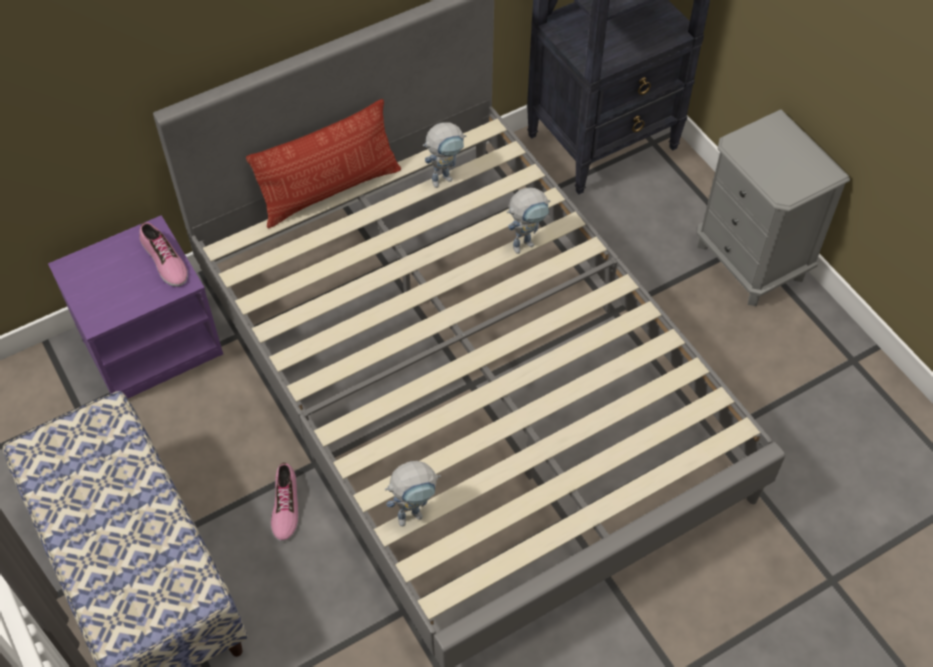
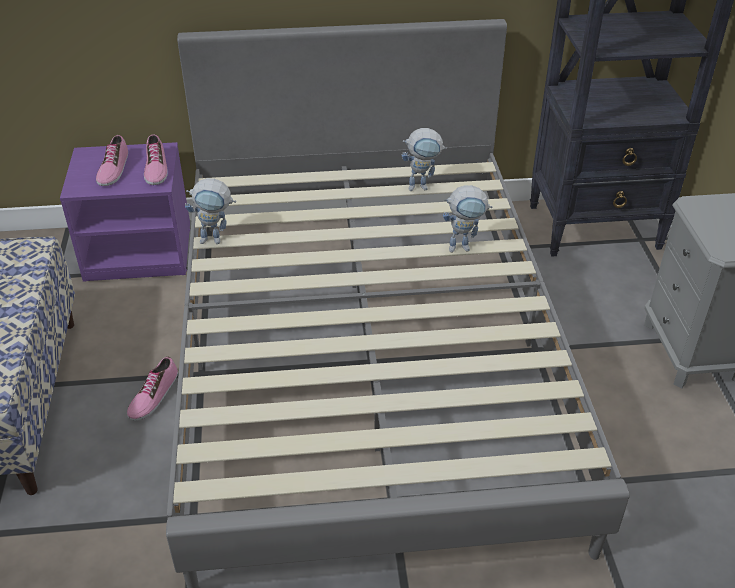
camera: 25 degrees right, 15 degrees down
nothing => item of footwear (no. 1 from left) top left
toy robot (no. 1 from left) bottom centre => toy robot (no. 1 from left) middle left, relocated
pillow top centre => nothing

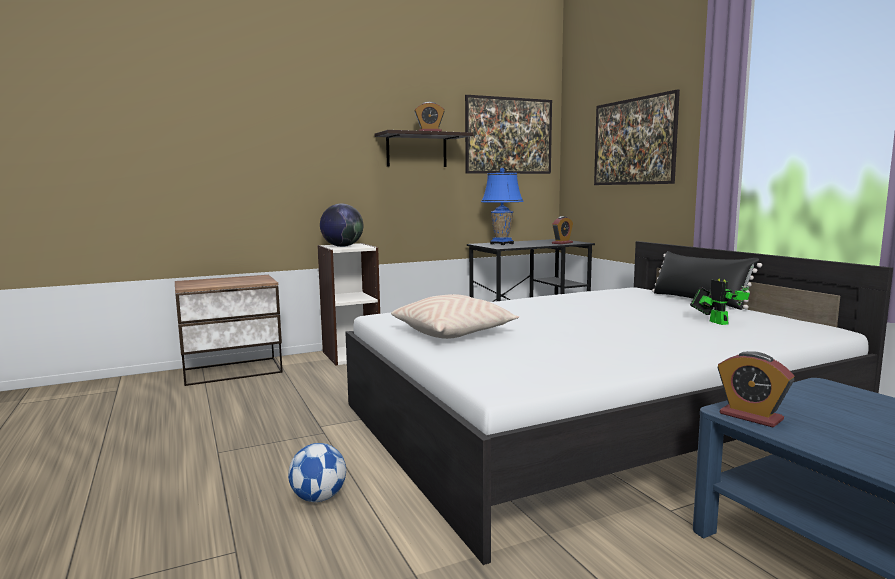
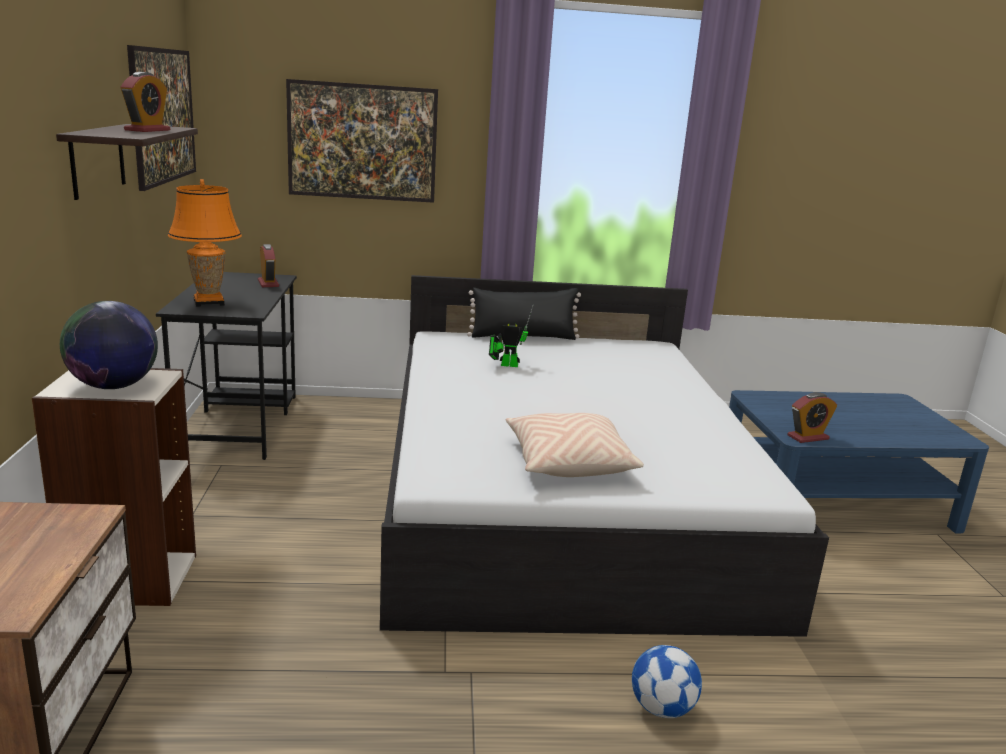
camera: 70 degrees left, 10 degrees up
blue table lamp centre => orange-coloured table lamp top left
toy robot middle right => toy robot centre, relocated

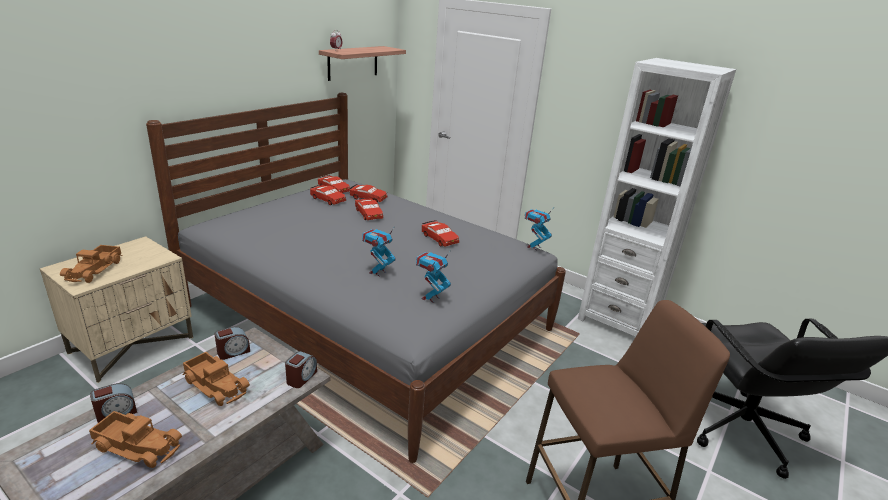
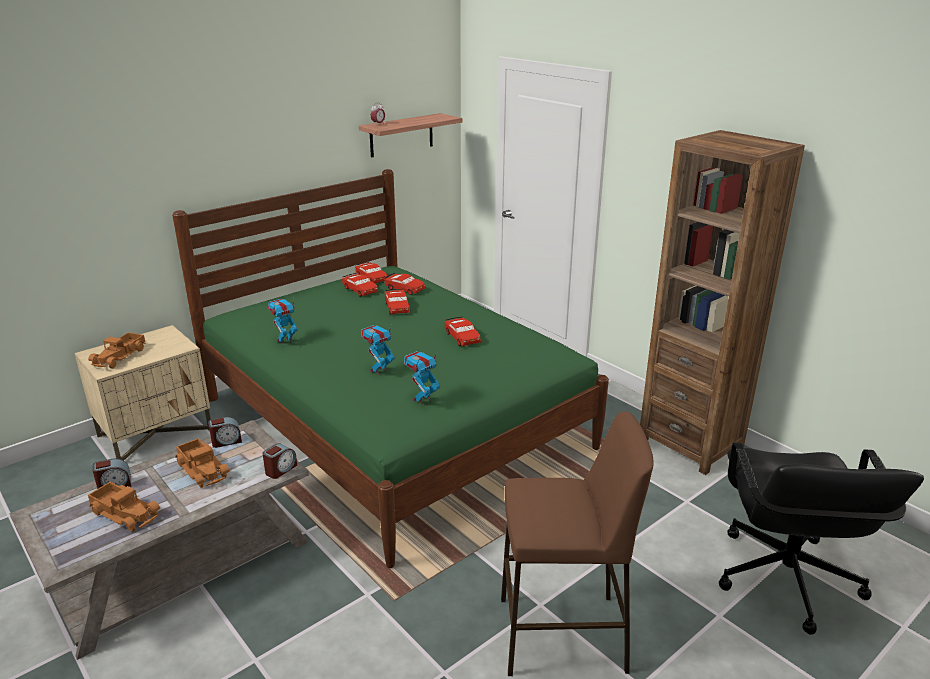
camera: 15 degrees right, 0 degrees up
greyish sleeping bed centre => green sleeping bed centre
toy robot (no. 3 from left in the first image) centre => toy robot (no. 1 from left) middle left, relocated
whitish shelving unit middle right => brownish shelving unit middle right

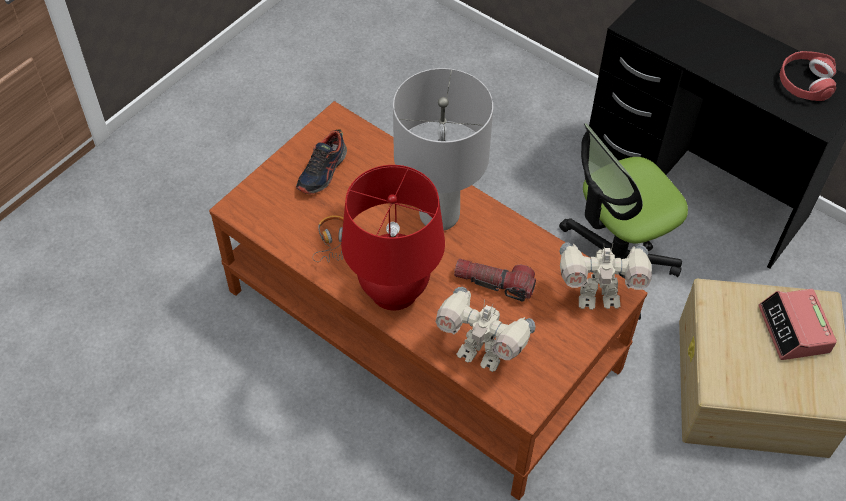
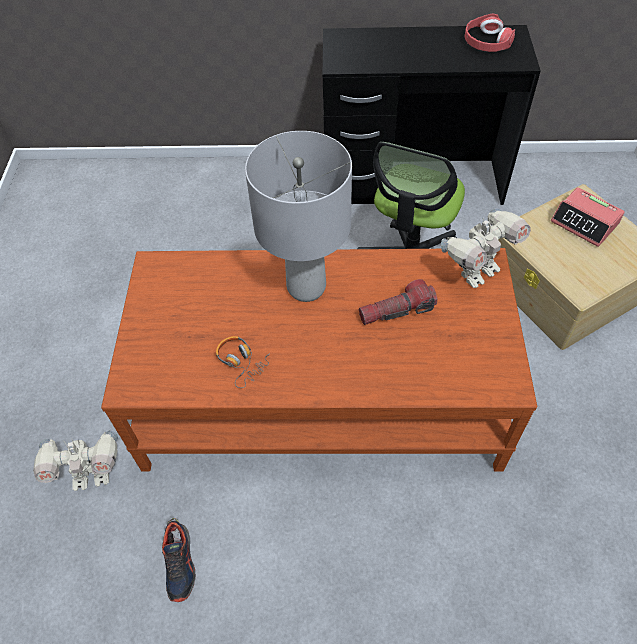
camera: 35 degrees left, 0 degrees up
toy robot (no. 1 from left) centre => toy robot (no. 1 from left) bottom left, relocated
item of footwear top centre => item of footwear bottom left, relocated
red-coloured table lamp centre => nothing

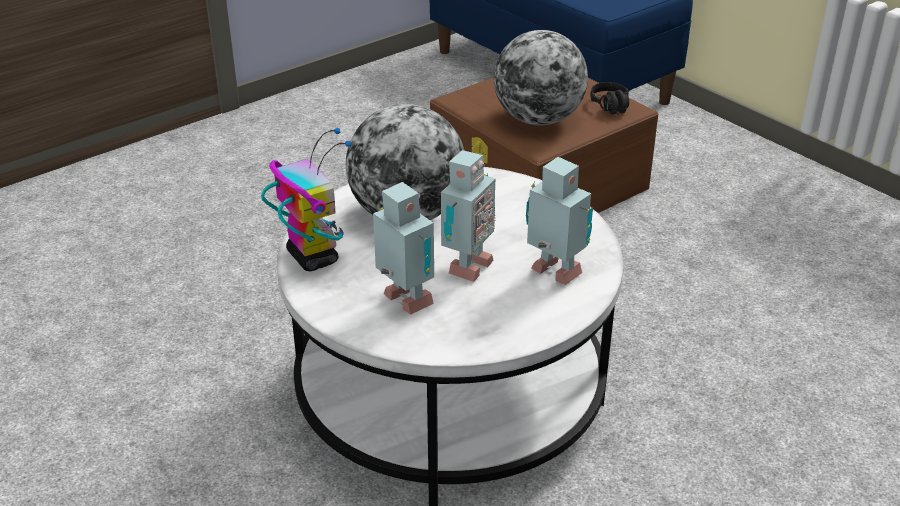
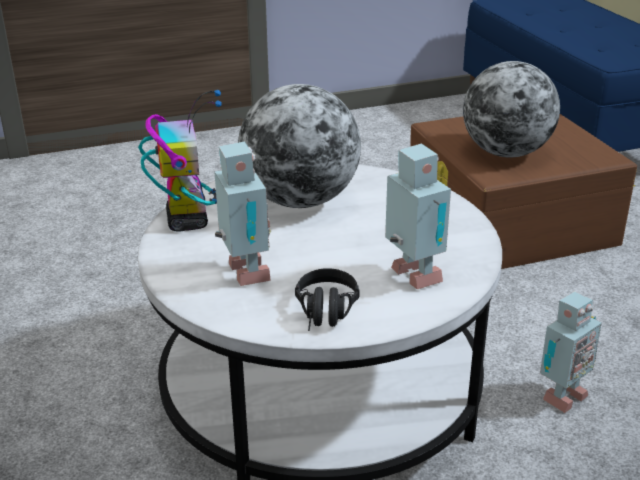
camera: 20 degrees right, 5 degrees down
black headphones top right => black headphones centre, relocated
toy robot (no. 3 from left in the first image) centre => toy robot (no. 4 from left) bottom right, relocated

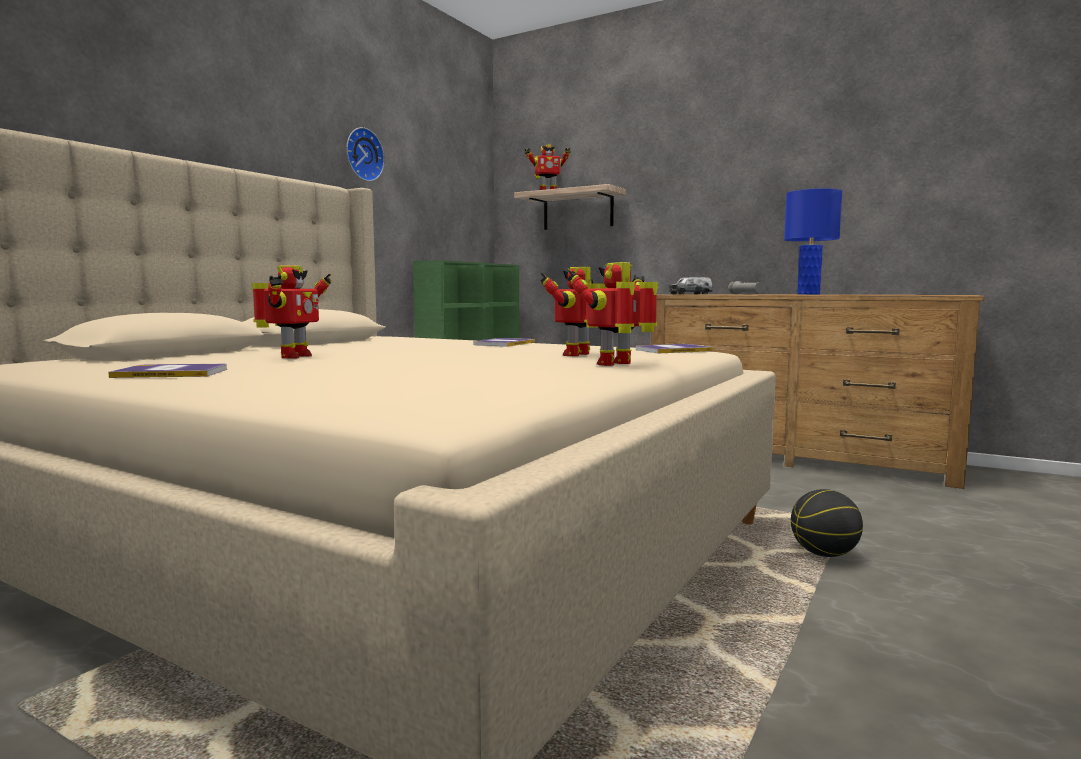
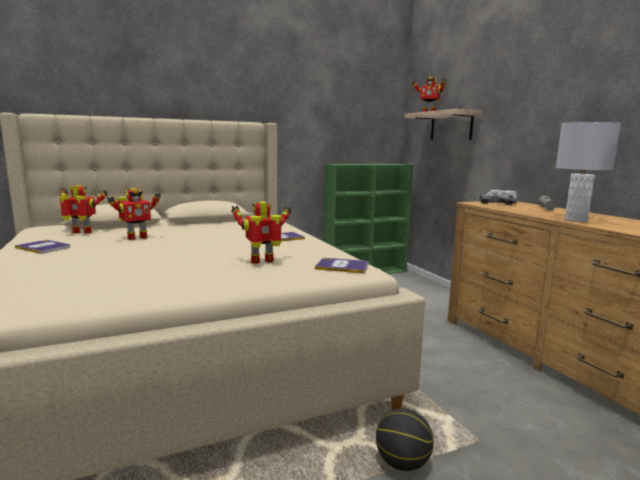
camera: 35 degrees right, 5 degrees up
toy robot (no. 4 from left in the first image) centre => toy robot (no. 1 from left) middle left, relocated
blue table lamp top right => greyish table lamp middle right
clock on the wall top centre => nothing

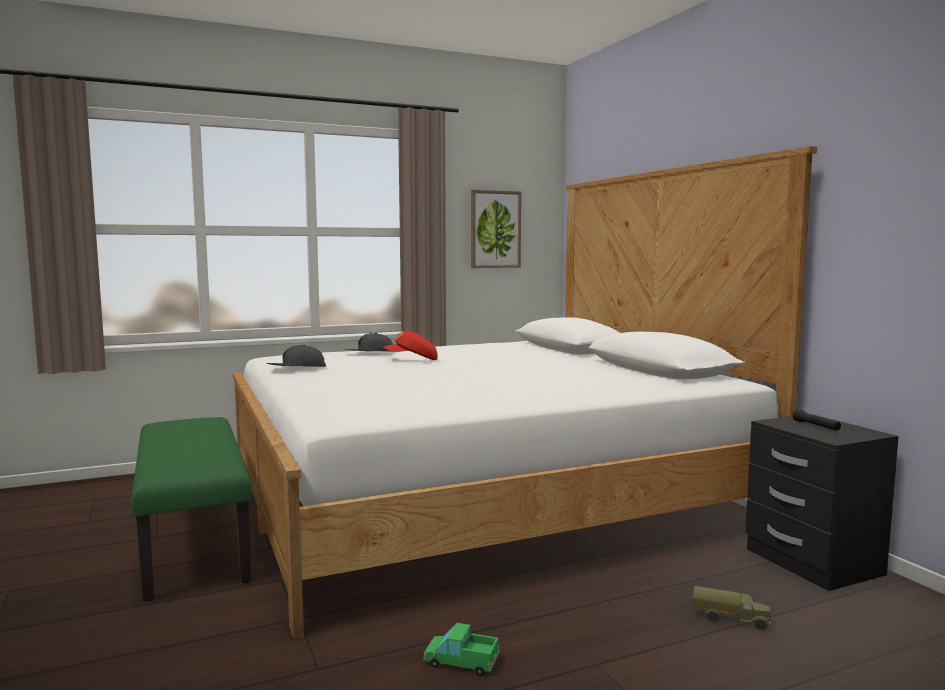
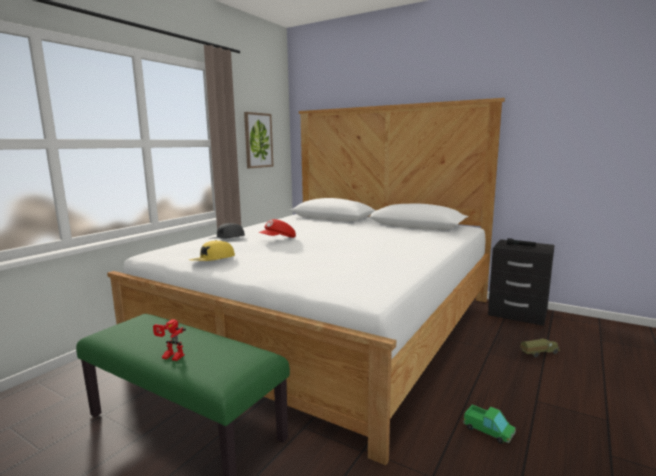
camera: 35 degrees left, 5 degrees up
nothing => toy robot bottom left
greyish peaked cap (no. 1 from left) middle left => yellow peaked cap middle left
toy lorry (no. 1 from left) bottom centre => toy lorry (no. 1 from left) bottom right, 120 degrees counterclockwise

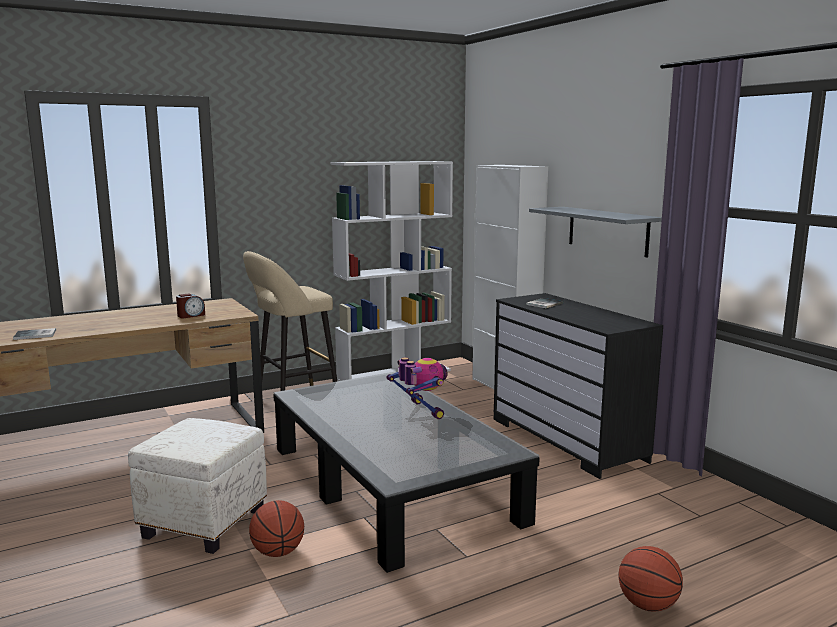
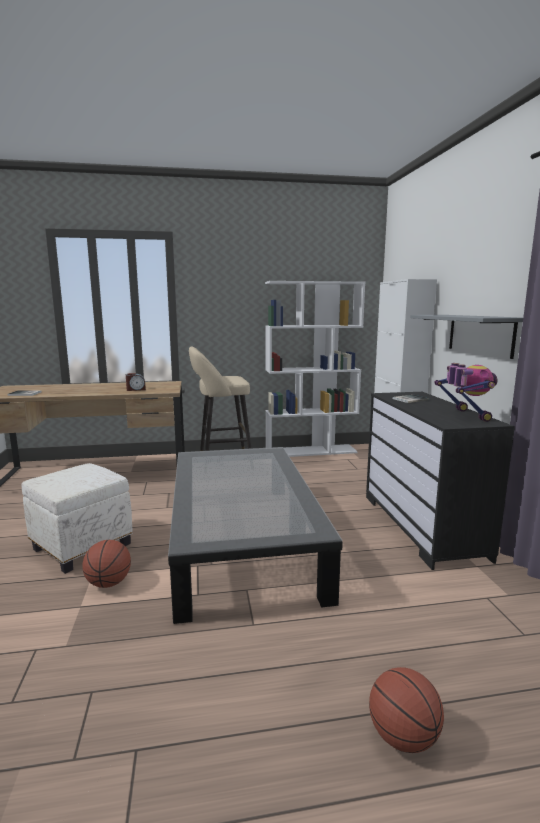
camera: 20 degrees right, 0 degrees up
toy robot centre => toy robot middle right, relocated

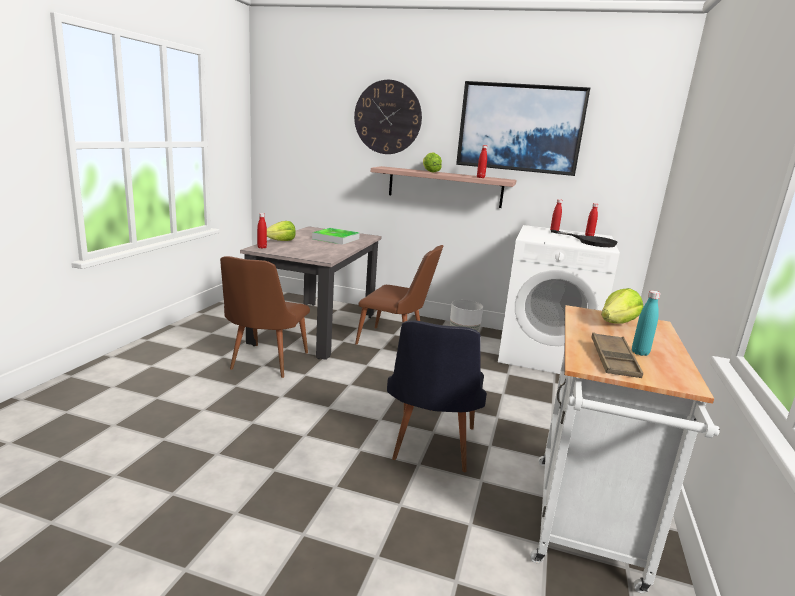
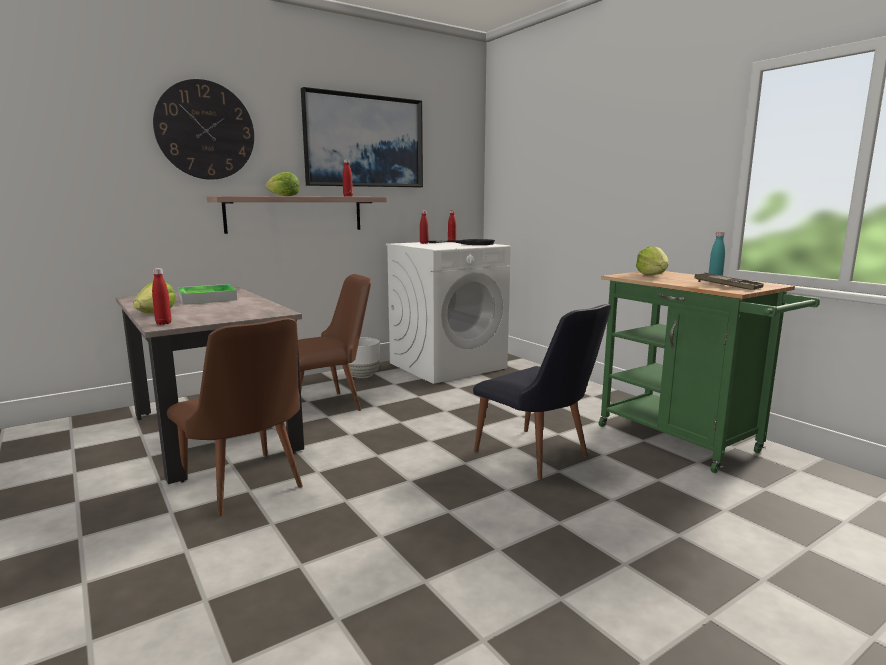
camera: 50 degrees left, 5 degrees down
whitish cart bottom right => green cart middle right

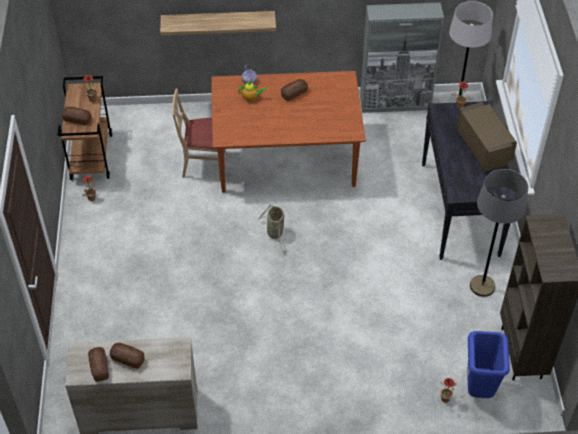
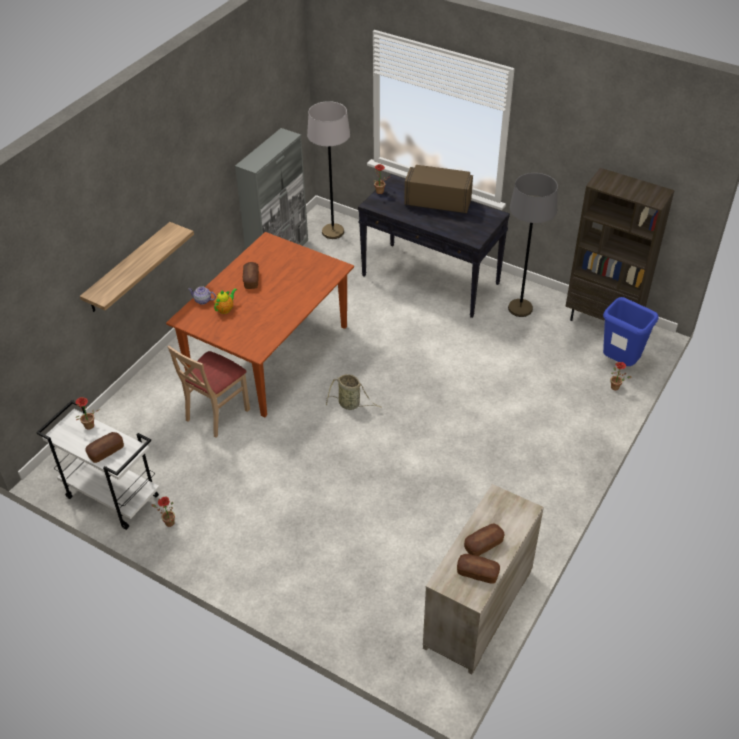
camera: 55 degrees left, 5 degrees down
brownish cart top left => whitish cart middle left

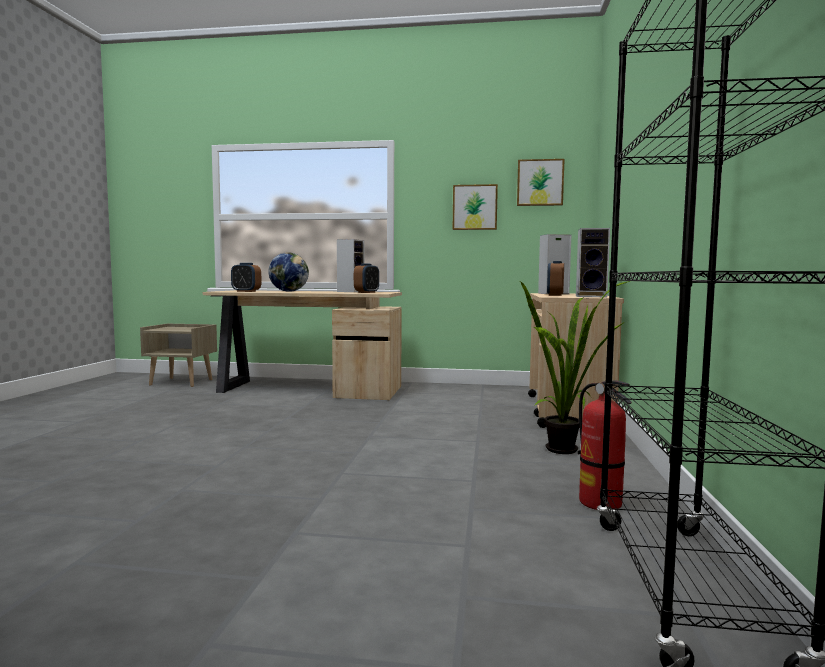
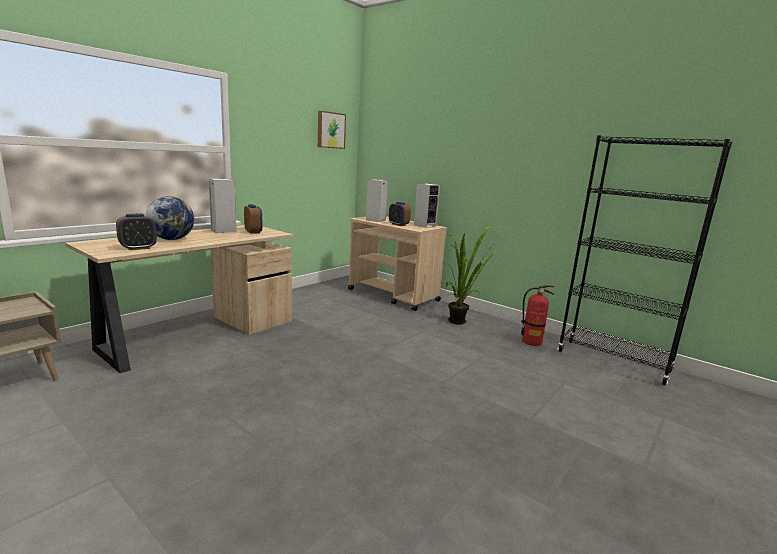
camera: 60 degrees left, 10 degrees up
picture (no. 1 from left) top centre => nothing

